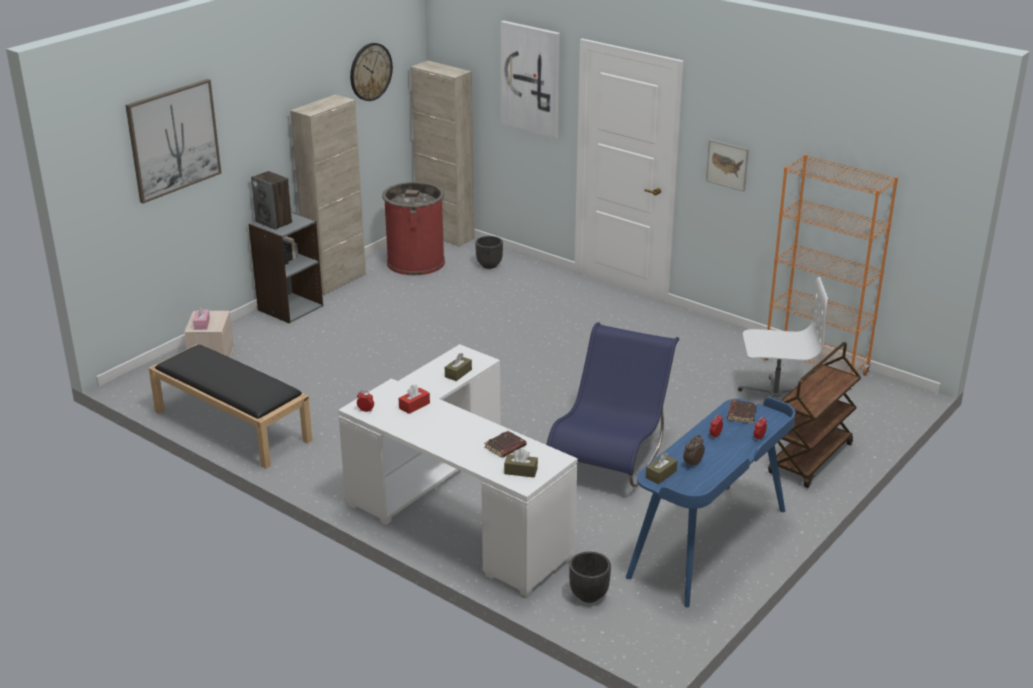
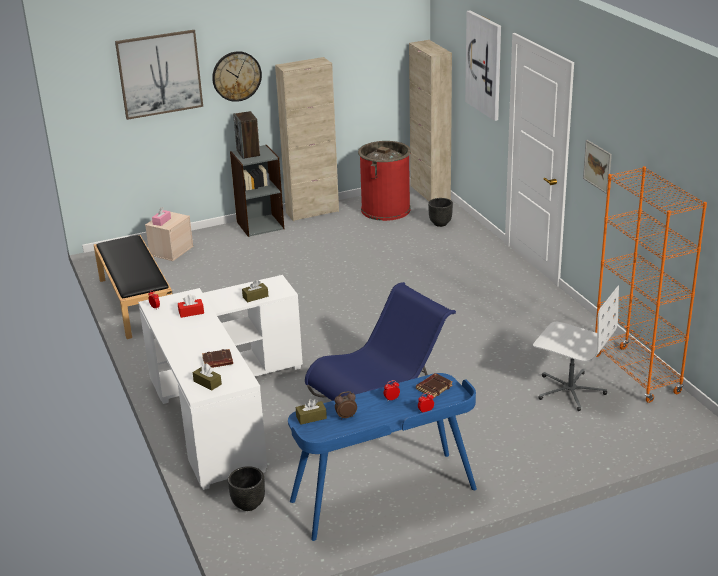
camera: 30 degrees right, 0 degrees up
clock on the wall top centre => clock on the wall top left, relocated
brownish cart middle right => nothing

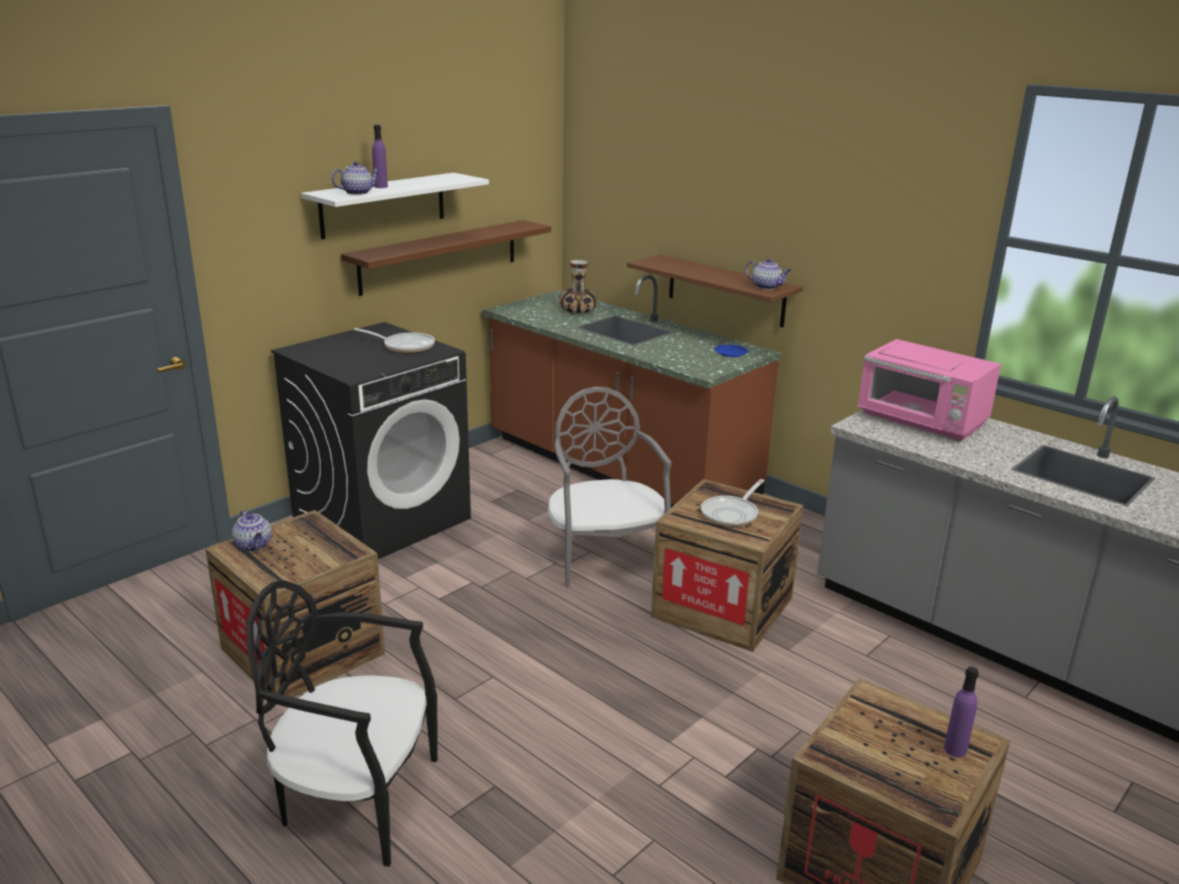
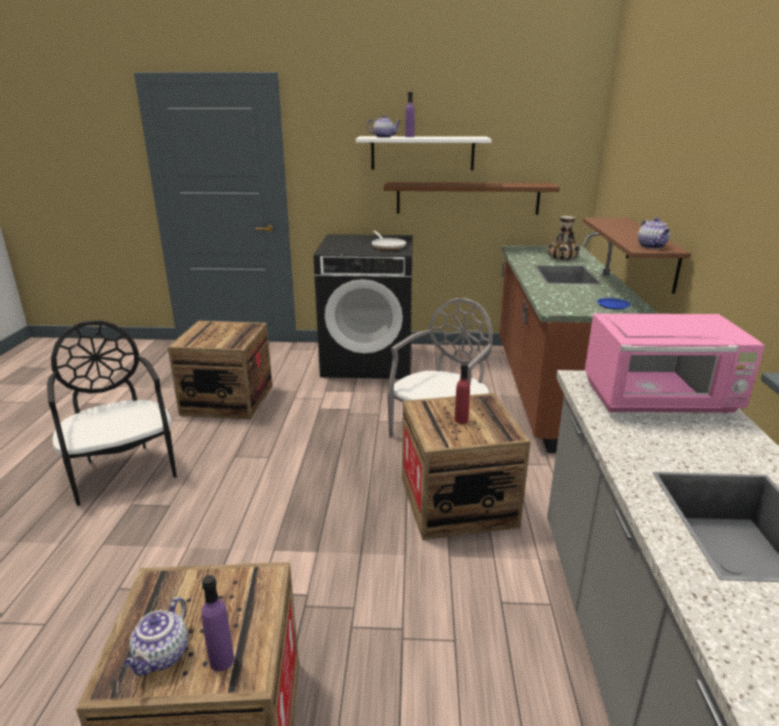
camera: 50 degrees right, 0 degrees up
pot for tea (no. 1 from left) middle left => pot for tea (no. 1 from left) bottom left, relocated
frying pan (no. 2 from left) centre => red-coloured drink bottle centre
pink microwave middle right, 90 degrees counterclockwise

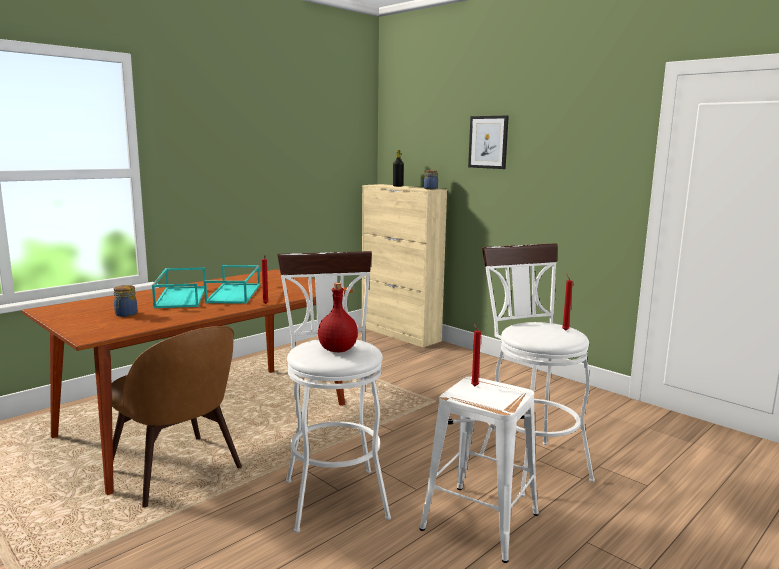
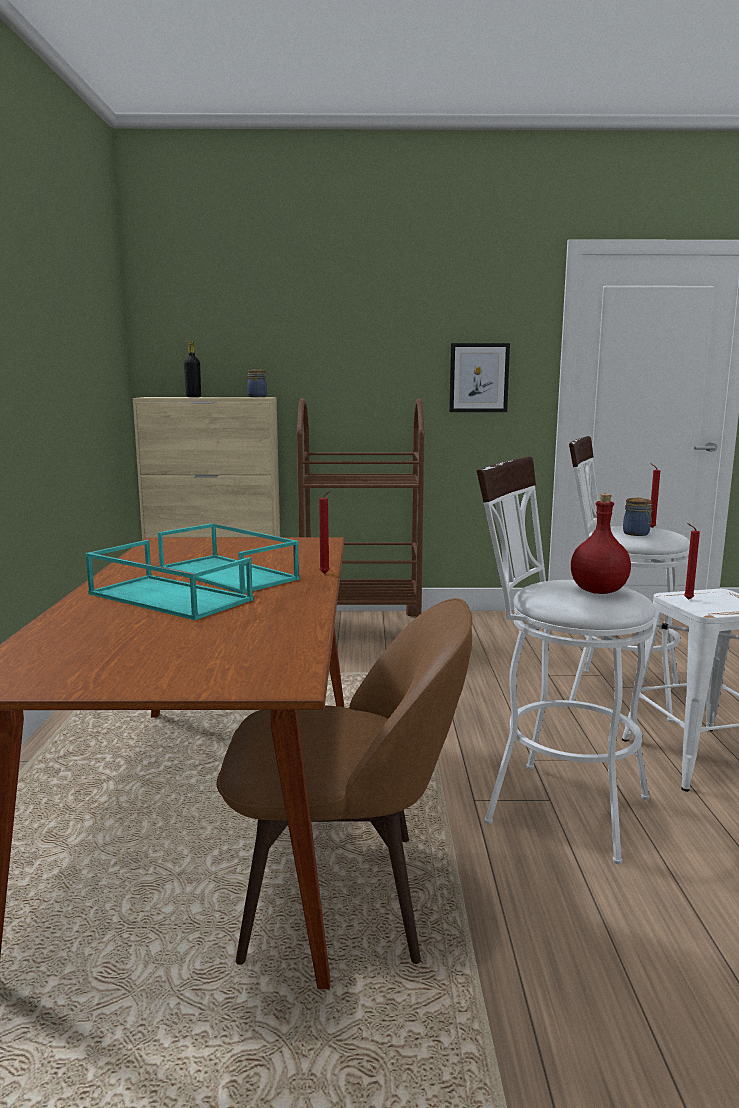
camera: 45 degrees left, 0 degrees up
nothing => brownish cart centre
picture top centre => picture centre, relocated
jar (no. 1 from left in the first image) middle left => jar (no. 2 from left) middle right, relocated

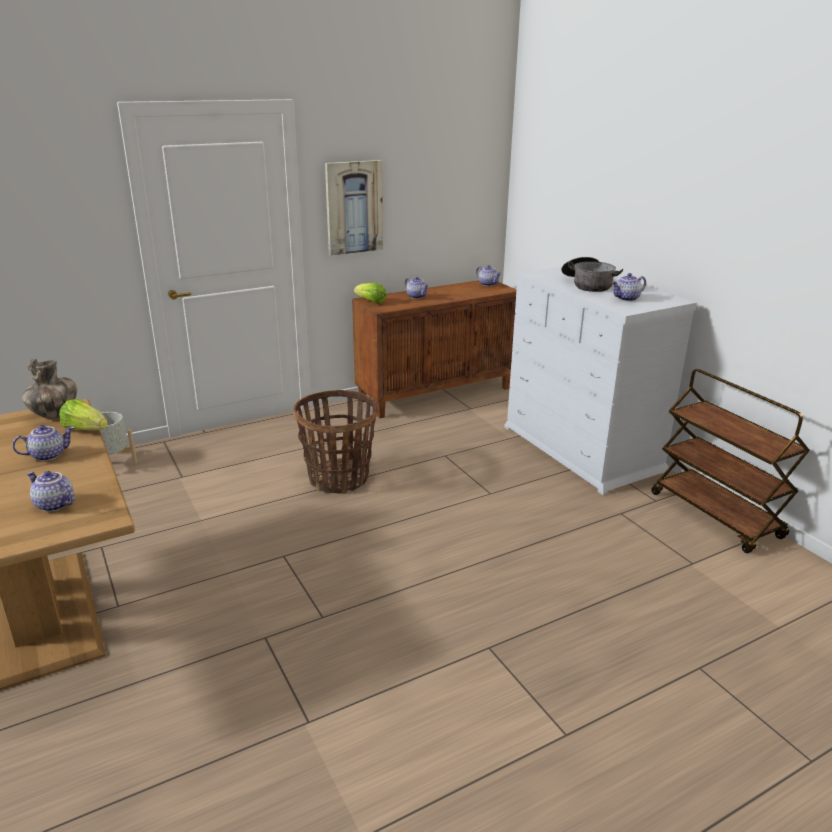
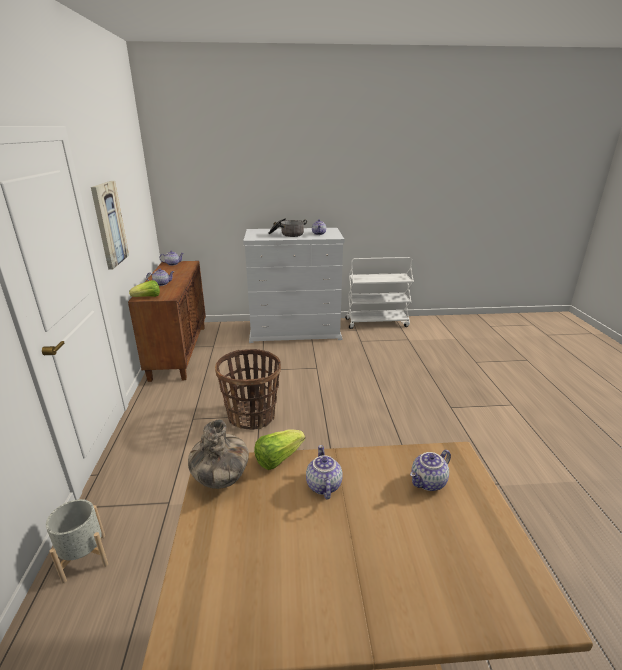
camera: 65 degrees left, 0 degrees up
brownish cart middle right => whitish cart centre

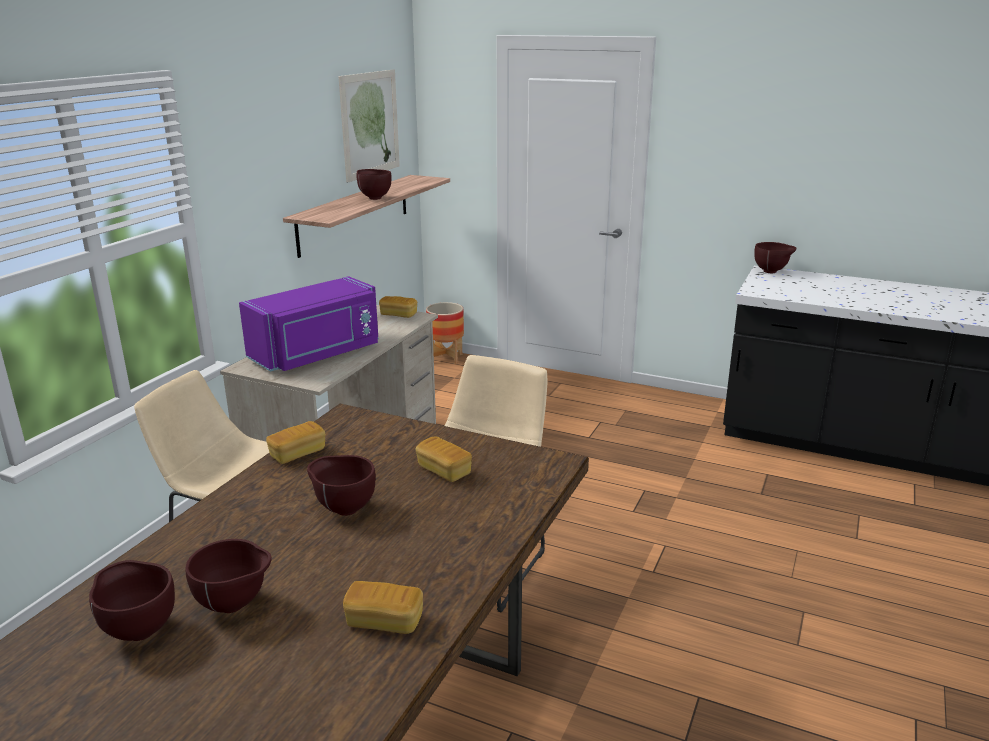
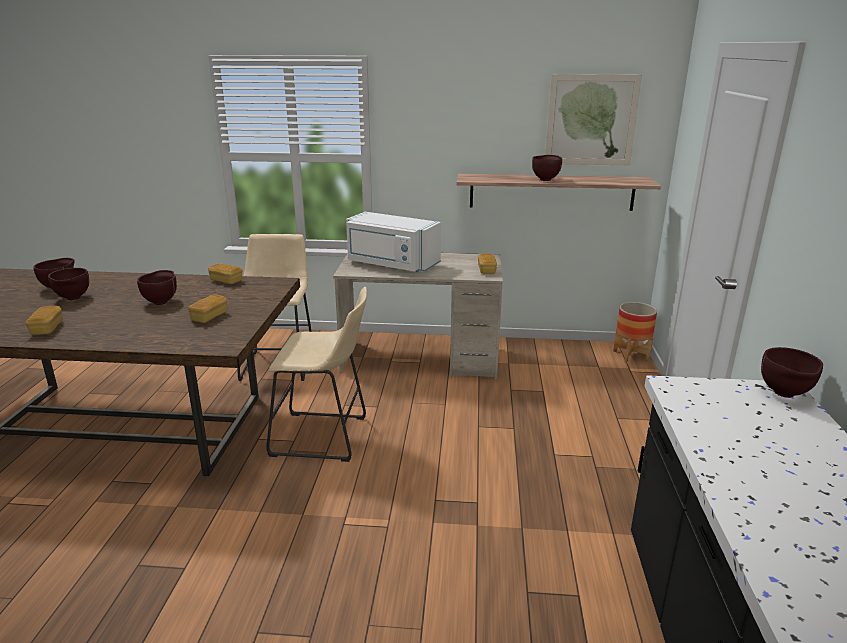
camera: 70 degrees right, 0 degrees up
purplish microwave middle left => whitish microwave centre

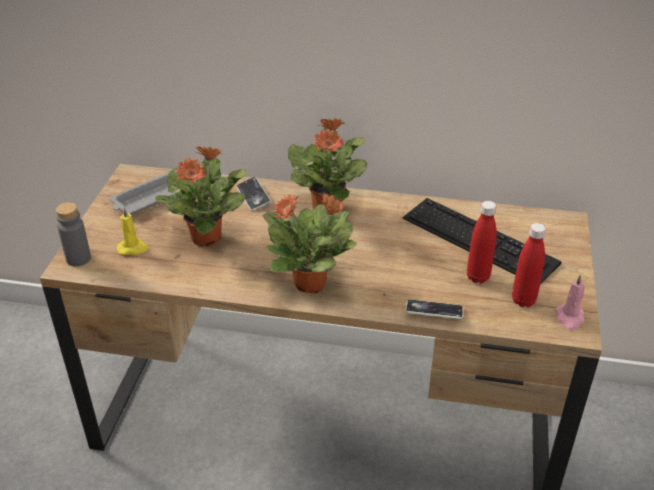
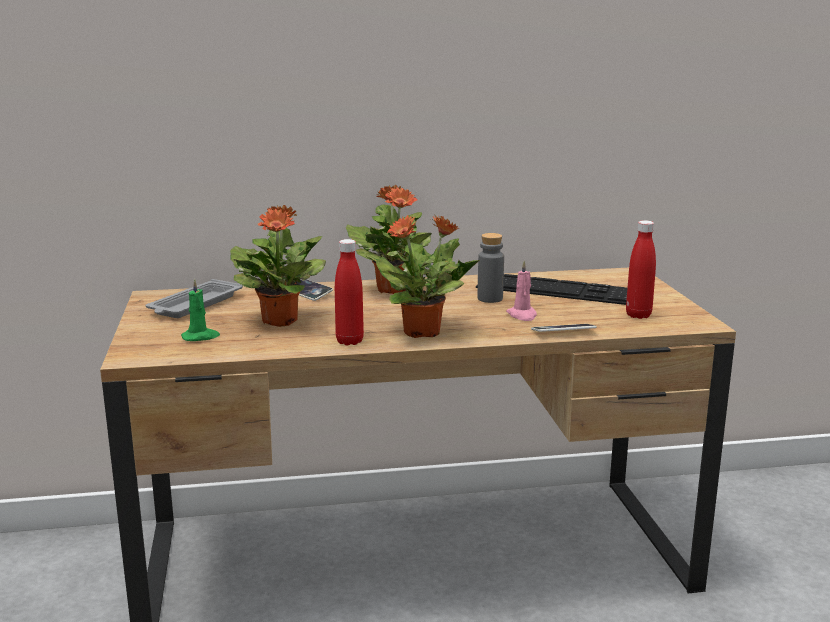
camera: 20 degrees left, 20 degrees down
yellow wax candle middle left => green wax candle middle left
red-coloured drink bottle (no. 1 from left) middle right => red-coloured drink bottle (no. 1 from left) centre, relocated
greyish drink bottle middle left => greyish drink bottle centre, relocated
pink wax candle middle right => pink wax candle centre, relocated

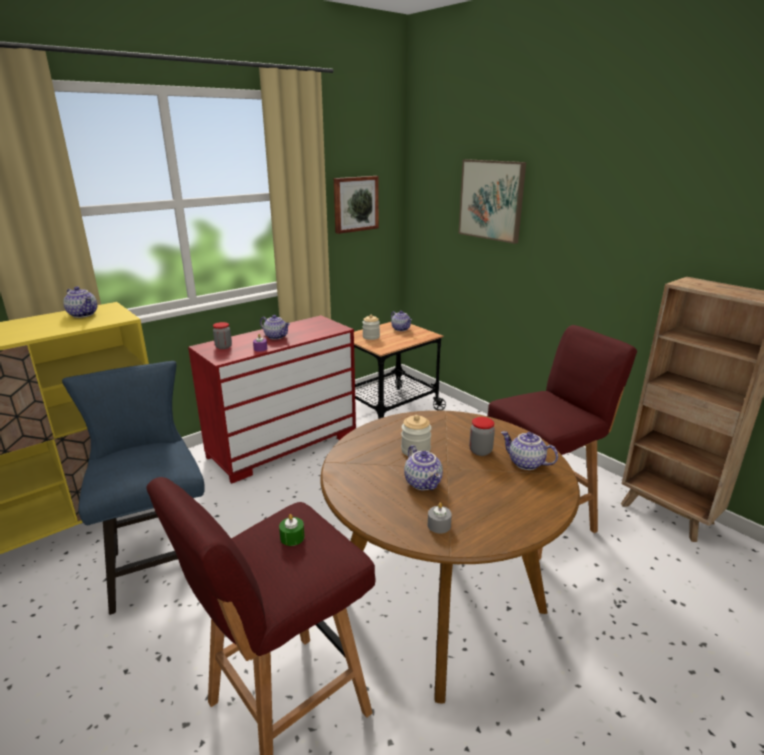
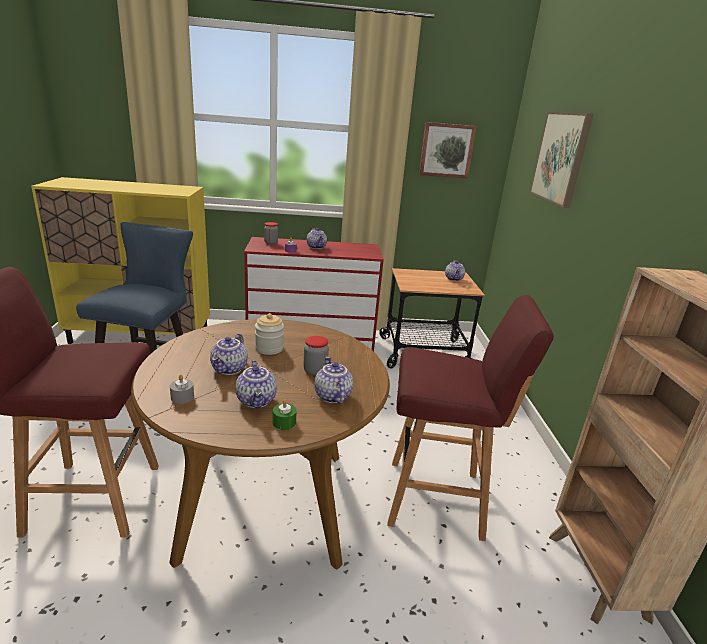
camera: 35 degrees right, 0 degrees up
pot for tea (no. 1 from left in the first image) middle left => pot for tea (no. 2 from left) centre, relocated
green wax candle bottom centre => green wax candle centre, relocated
jar (no. 2 from left) centre => nothing

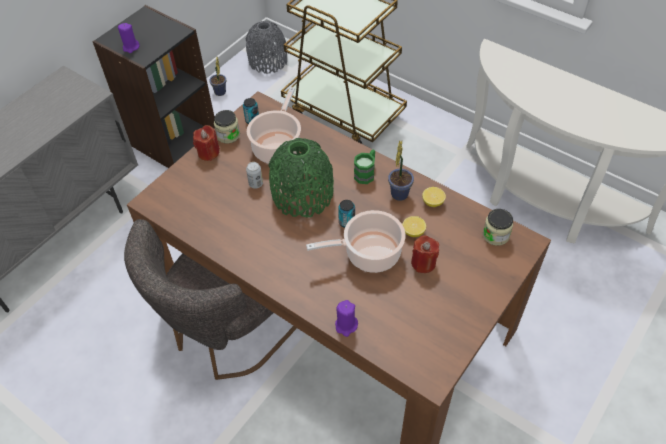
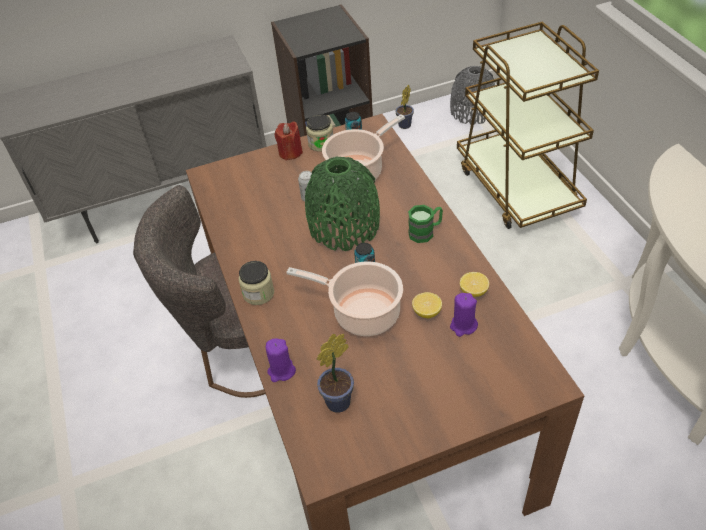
camera: 35 degrees right, 5 degrees down
jar (no. 2 from left in the first image) middle right => jar (no. 1 from left) centre, relocated
plant in a pot (no. 2 from left in the first image) centre => plant in a pot (no. 1 from left) bottom centre, relocated
purplish wax candle (no. 1 from left in the first image) top left => purplish wax candle (no. 2 from left) centre, relocated
red-coloured wax candle (no. 2 from left) centre => nothing

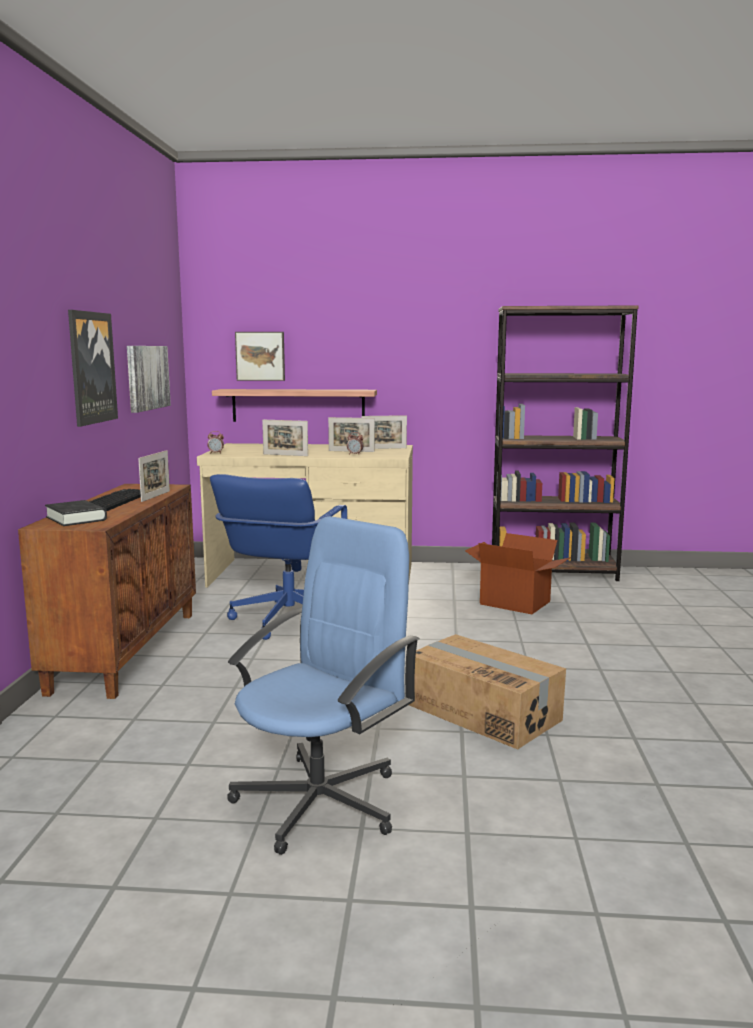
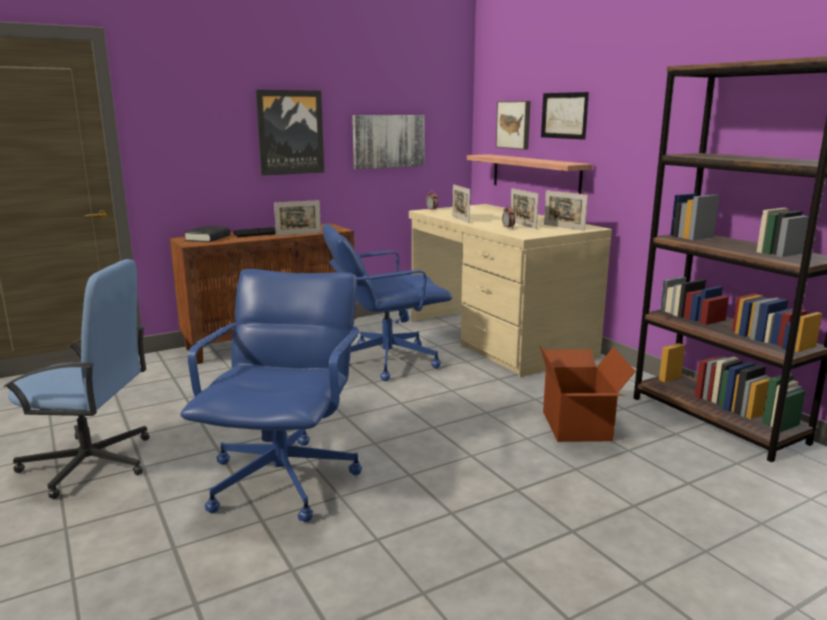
camera: 55 degrees right, 5 degrees up
cardboard box (no. 1 from left) bottom centre => blue computer chair (no. 2 from left) middle left
nothing => picture (no. 4 from left) top right

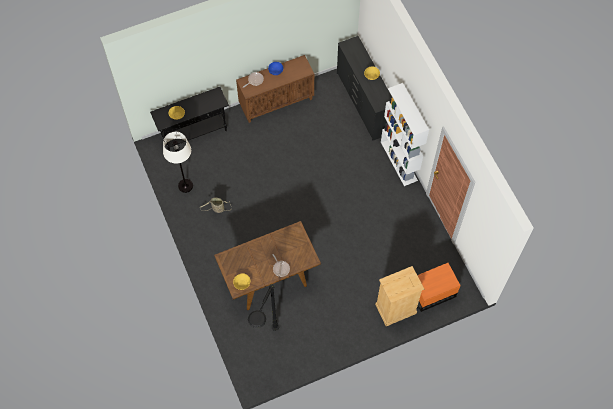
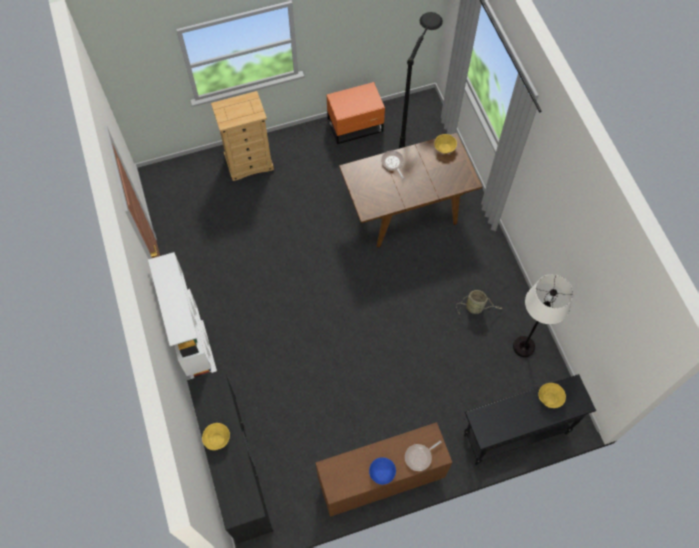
camera: 175 degrees left, 0 degrees up
orange-coloured bedside table bottom right => orange-coloured bedside table top centre, relocated

